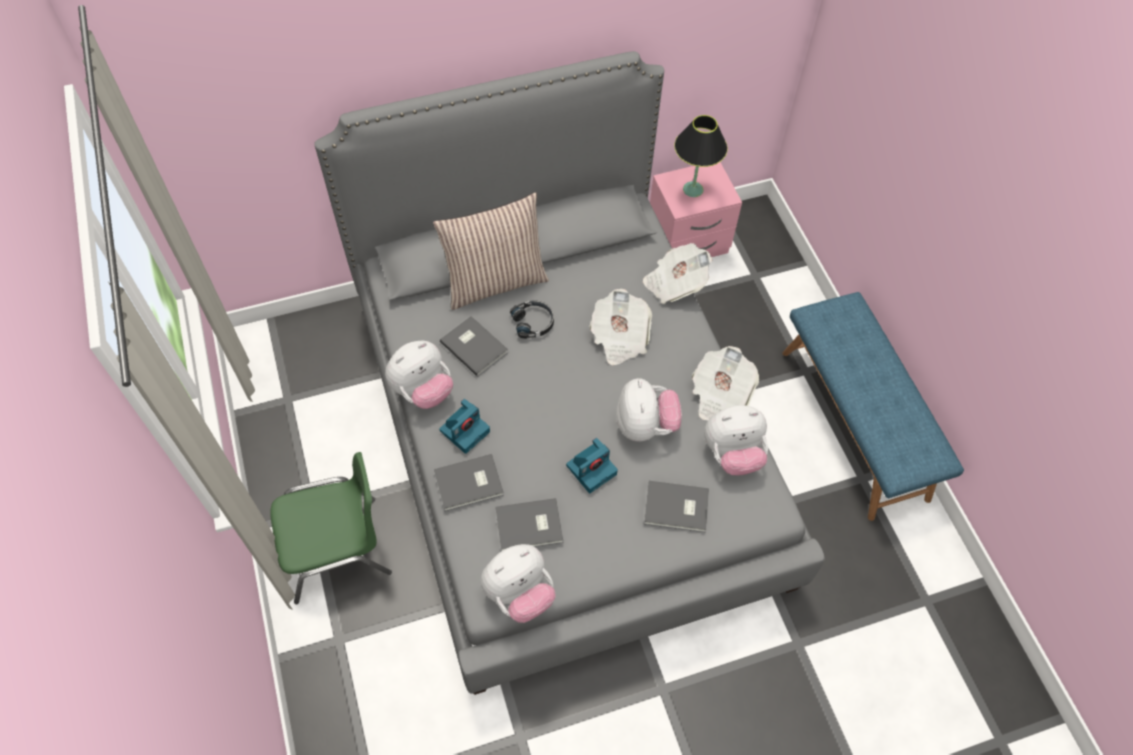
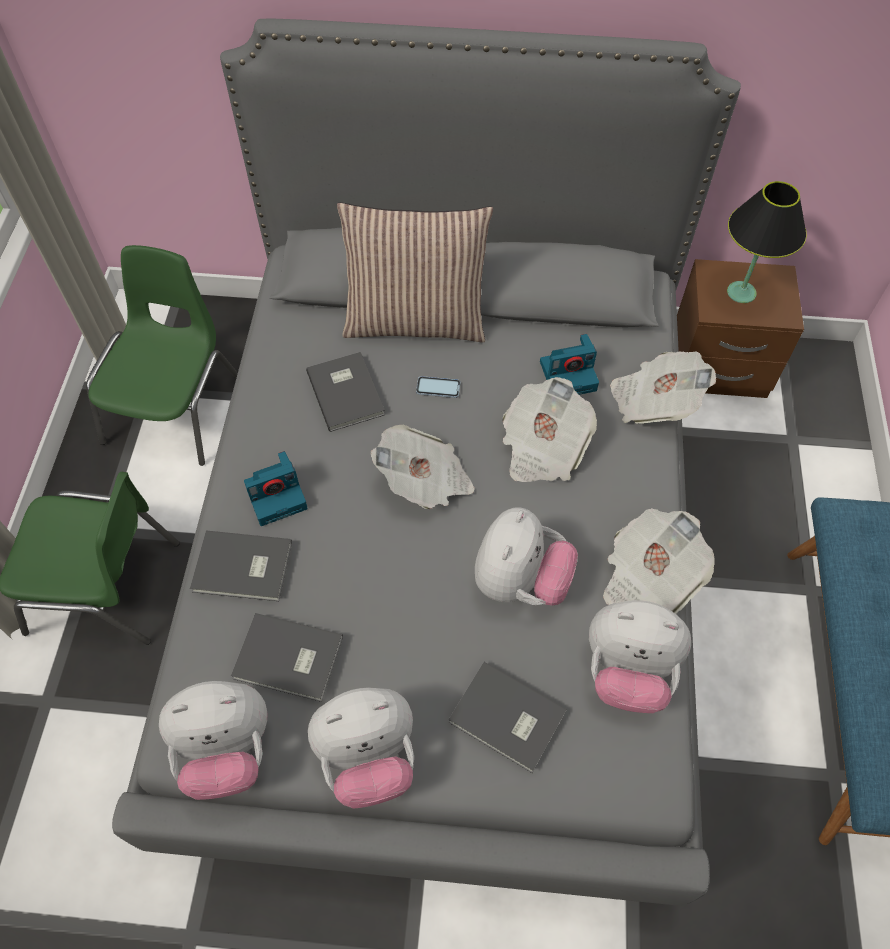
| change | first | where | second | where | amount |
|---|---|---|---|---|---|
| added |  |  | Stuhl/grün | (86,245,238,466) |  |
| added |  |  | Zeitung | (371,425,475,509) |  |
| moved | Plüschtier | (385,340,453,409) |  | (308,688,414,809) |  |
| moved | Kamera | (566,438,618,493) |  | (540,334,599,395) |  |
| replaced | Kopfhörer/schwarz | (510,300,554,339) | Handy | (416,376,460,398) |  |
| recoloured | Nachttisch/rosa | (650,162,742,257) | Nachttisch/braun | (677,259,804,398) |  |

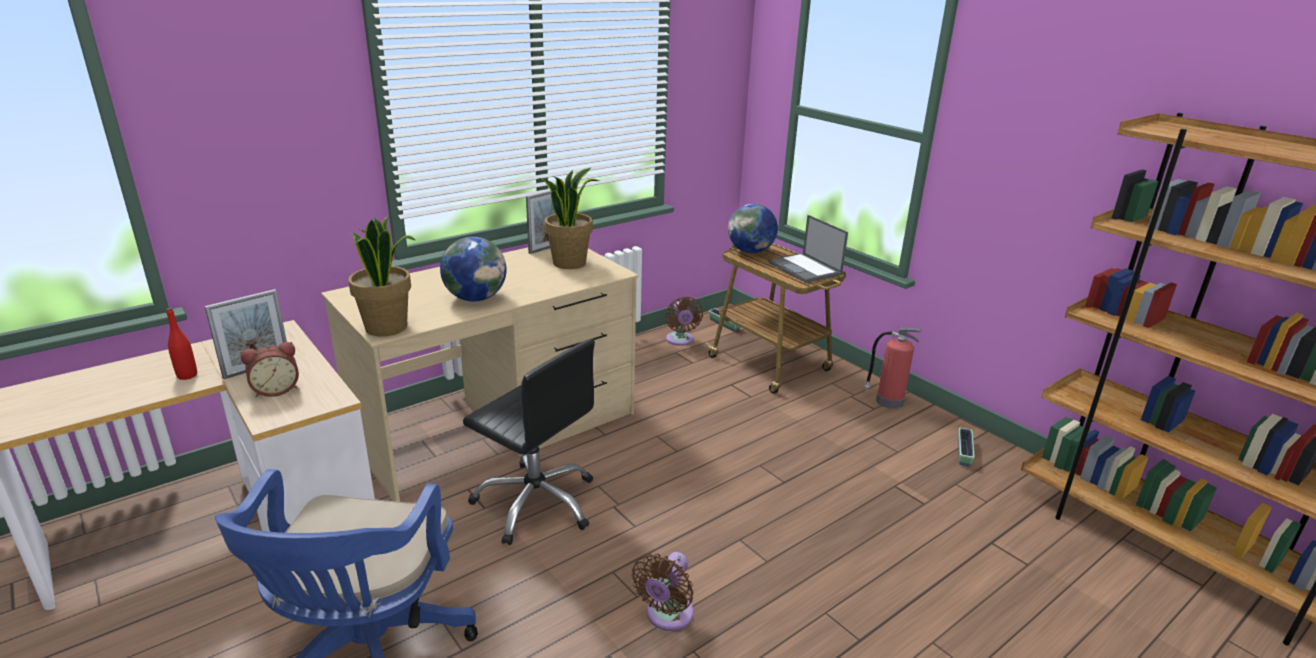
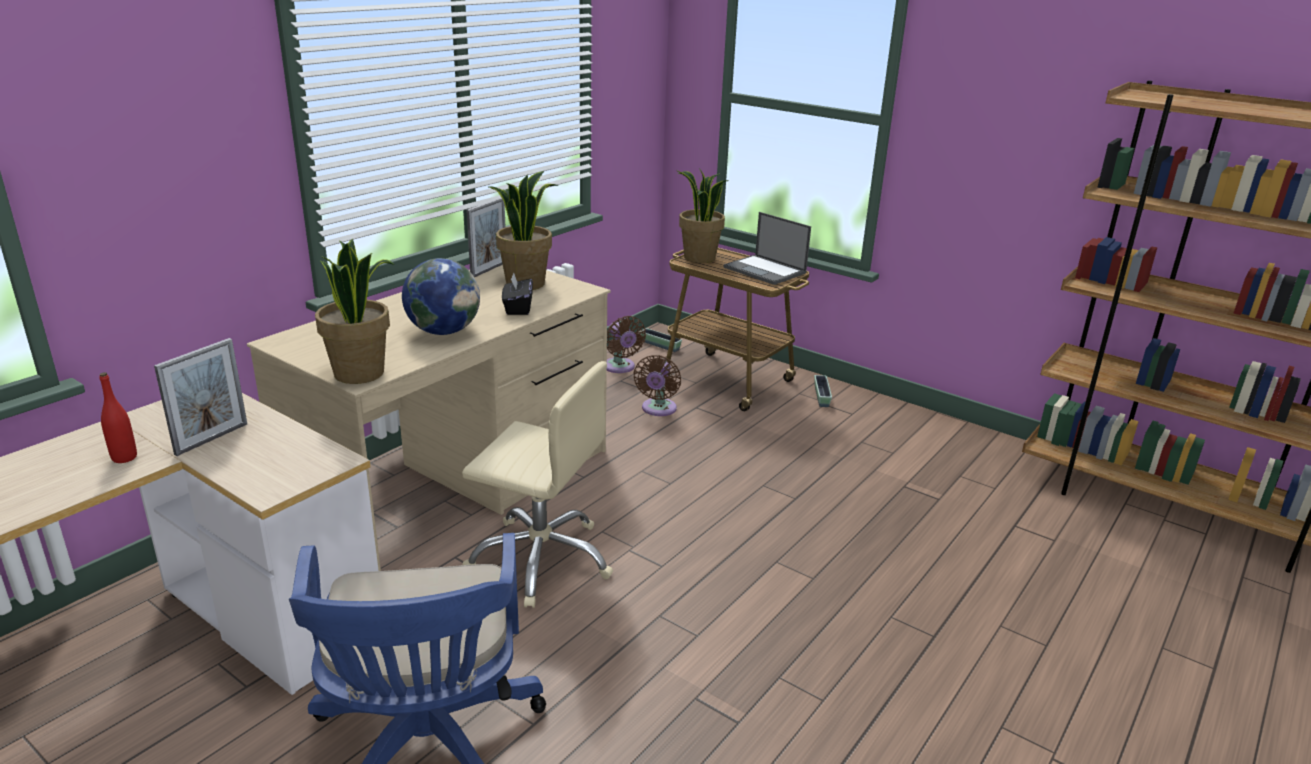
| change | first | where | second | where | amount |
|---|---|---|---|---|---|
| removed | Wecker | (241,342,299,397) |  |  |  |
| removed | Feuerlöscher | (864,328,922,409) |  |  |  |
| added |  |  | Taschentuchbox/schwarz | (502,272,533,315) |  |
| moved | Ventilator/braun | (632,552,694,631) |  | (634,355,681,416) |  |
| moved | Pflanzkübel | (958,428,974,467) |  | (814,375,832,407) |  |
| replaced | Globus | (728,204,778,253) | Topfpflanze | (676,168,729,263) |  |
| recoloured | Bürostuhl/schwarz | (463,339,595,545) | Bürostuhl/beige | (462,361,613,608) |  |

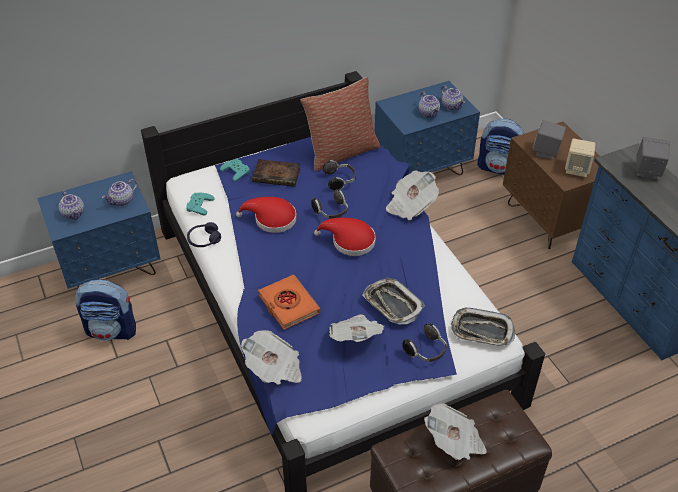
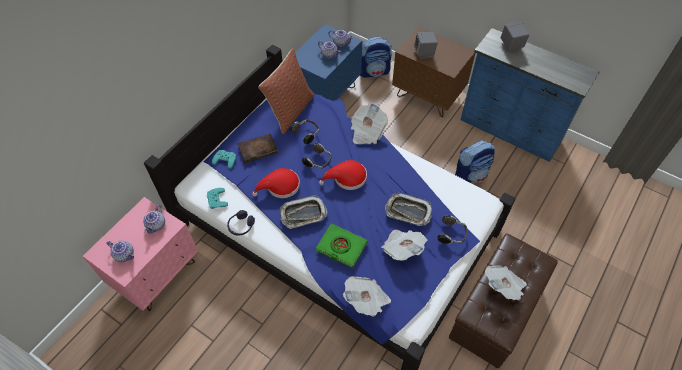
| change | first | where | second | where | amount |
|---|---|---|---|---|---|
| removed | Lautsprecher/beige | (565,138,595,177) |  |  |  |
| moved | Rucksack | (75,279,136,341) |  | (455,140,495,183) |  |
| moved | Tablett | (451,308,515,347) |  | (280,195,328,229) |  |
| recoloured | Nachttisch/blau | (37,171,160,289) | Nachttisch/rosa | (83,197,198,311) |  |
| recoloured | Buch/orange | (258,275,320,330) | Buch/grün | (316,223,367,268) |  |

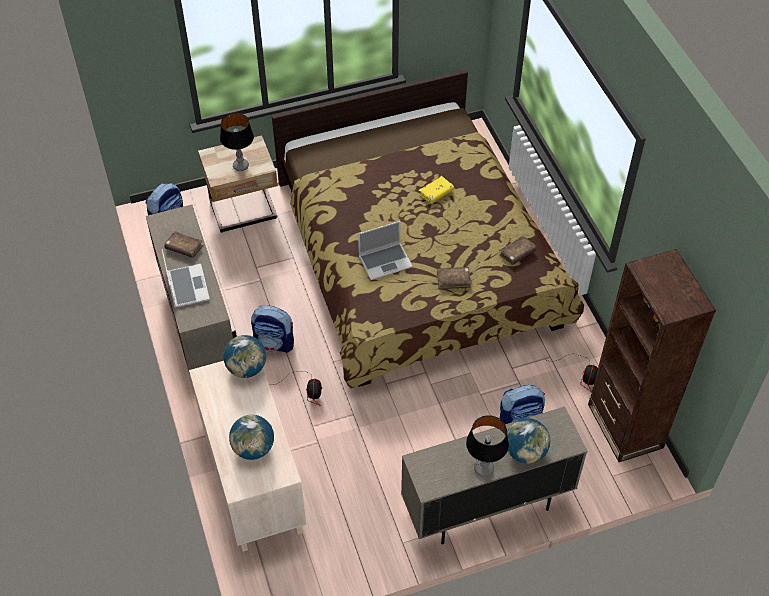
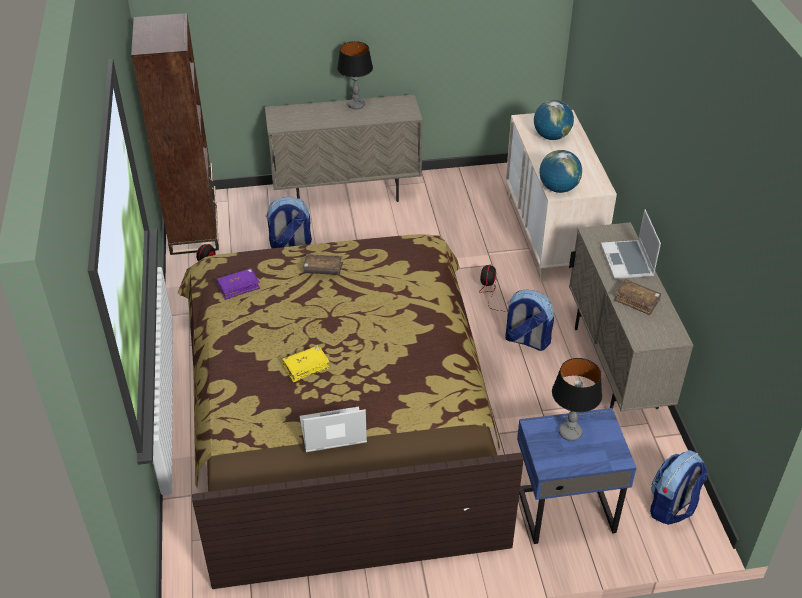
| change | first | where | second | where | amount |
|---|---|---|---|---|---|
| removed | Globus | (507,418,550,464) |  |  |  |
| moved | Laptop | (358,221,413,280) |  | (300,407,367,452) |  |
| recoloured | Nachttisch/beige | (198,135,278,233) | Nachttisch/blau | (517,408,637,544) |  |
| recoloured | Buch/braun | (499,235,536,265) | Buch/lila | (217,268,260,300) |  |

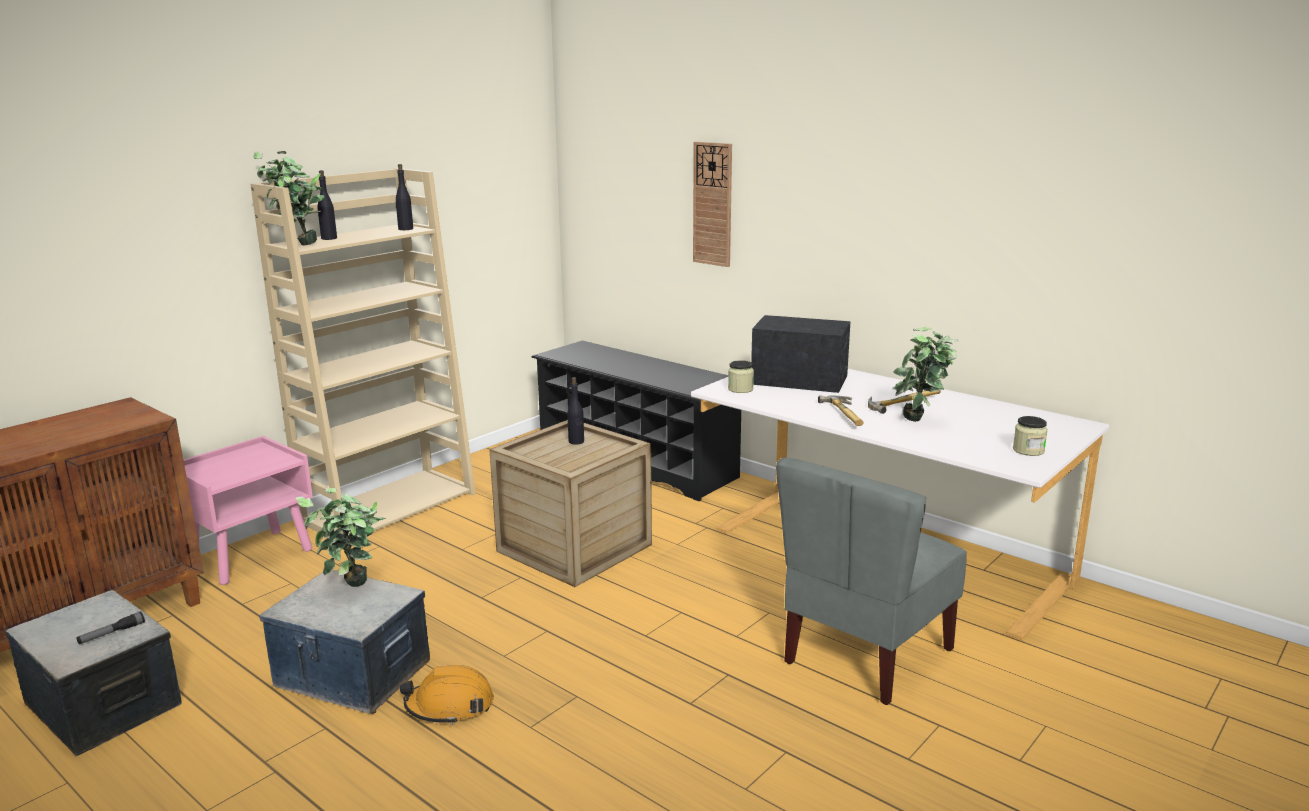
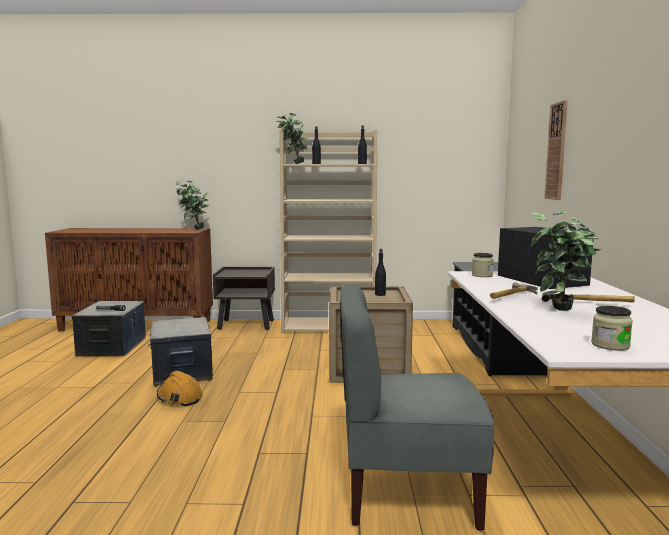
| change | first | where | second | where | amount |
|---|---|---|---|---|---|
| moved | Topfpflanze | (296,488,386,587) |  | (176,181,209,230) |  |
| recoloured | Nachttisch/rosa | (184,436,313,585) | Nachttisch/braun | (213,267,275,330) |  |

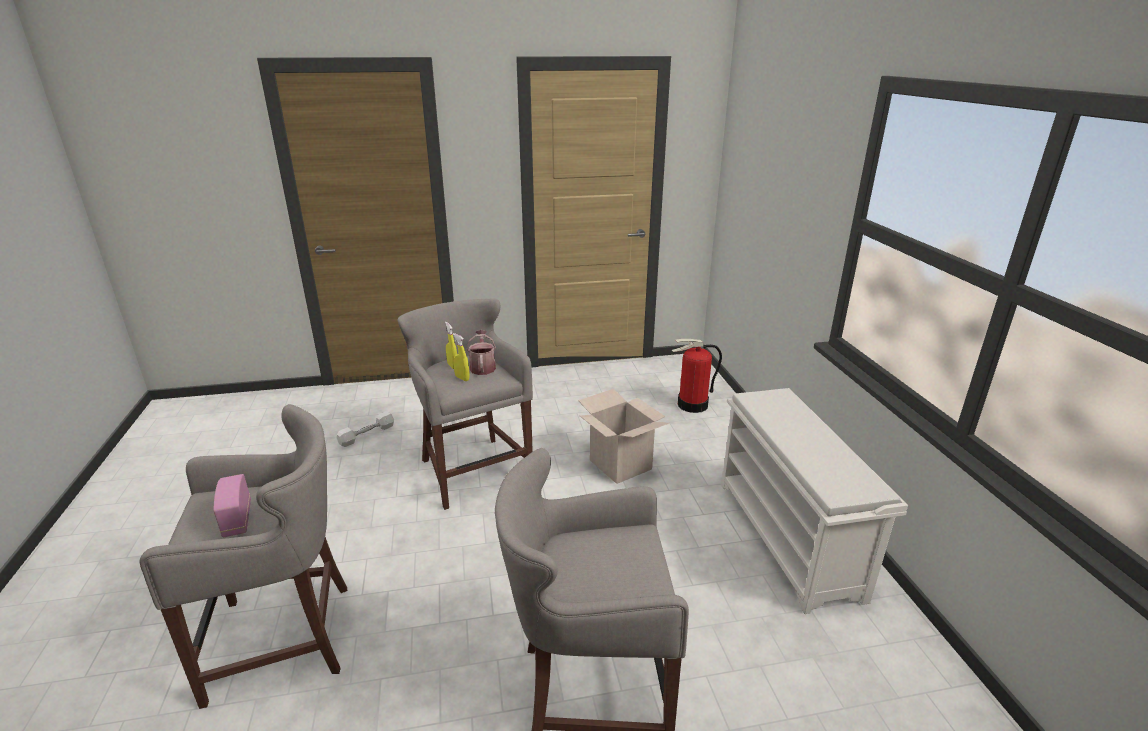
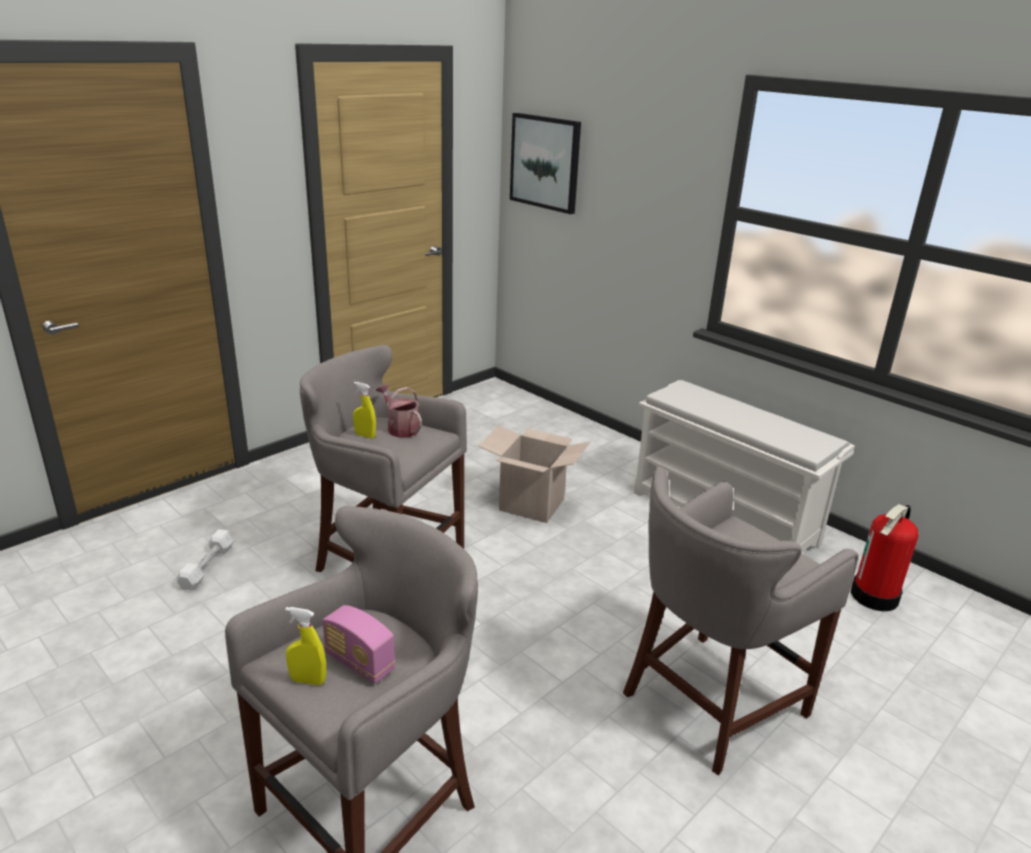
| change | first | where | second | where | amount |
|---|---|---|---|---|---|
| added |  |  | Bild | (510,113,581,214) |  |
| moved | Sprühflasche/gelb | (453,333,470,381) |  | (285,607,326,685) |  |
| moved | Feuerlöscher | (672,339,722,413) |  | (851,504,919,611) |  |

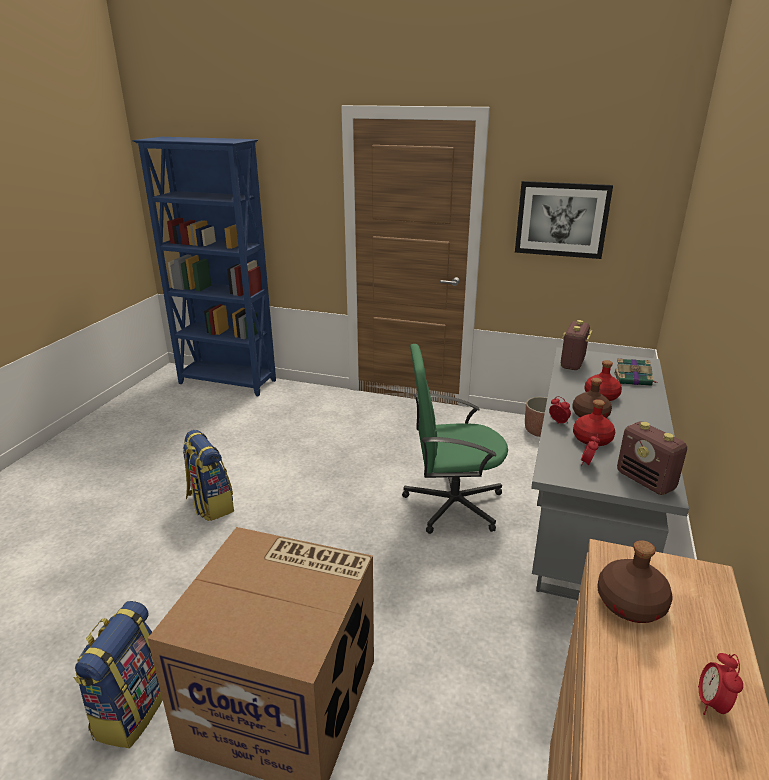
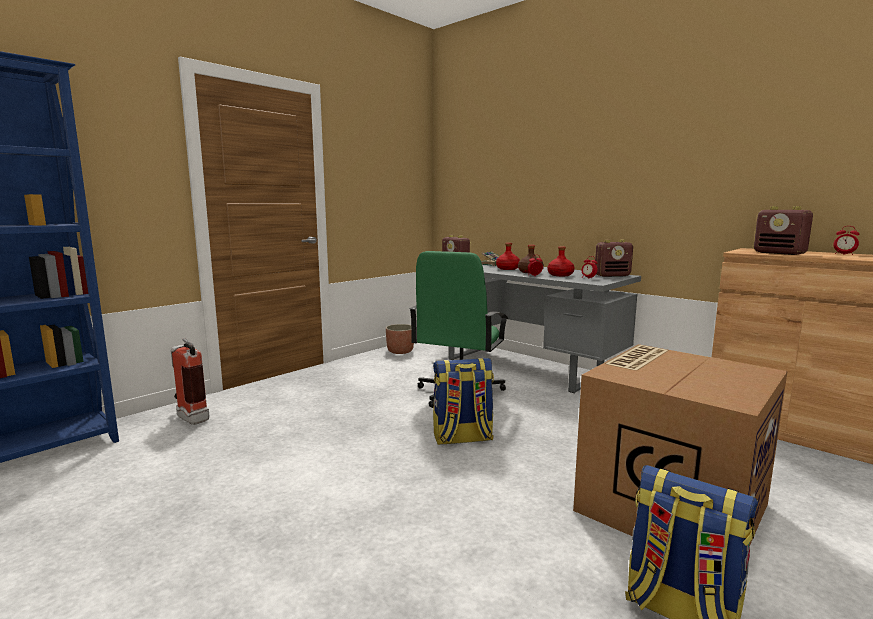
| change | first | where | second | where | amount |
|---|---|---|---|---|---|
| removed | Bild | (515,181,613,259) |  |  |  |
| added |  |  | Feuerlöscher | (171,338,210,425) |  |
| moved | Rucksack | (183,430,234,521) |  | (433,358,494,445) |  |
| replaced | Flasche/braun | (597,540,673,623) | Radio | (754,206,813,255) |  |

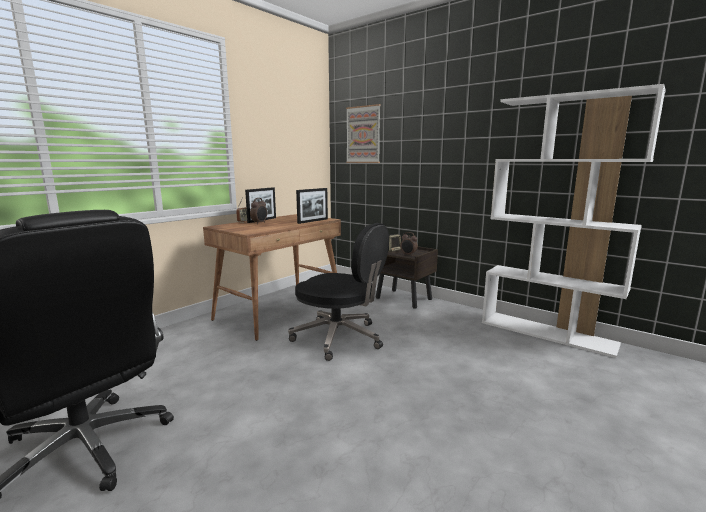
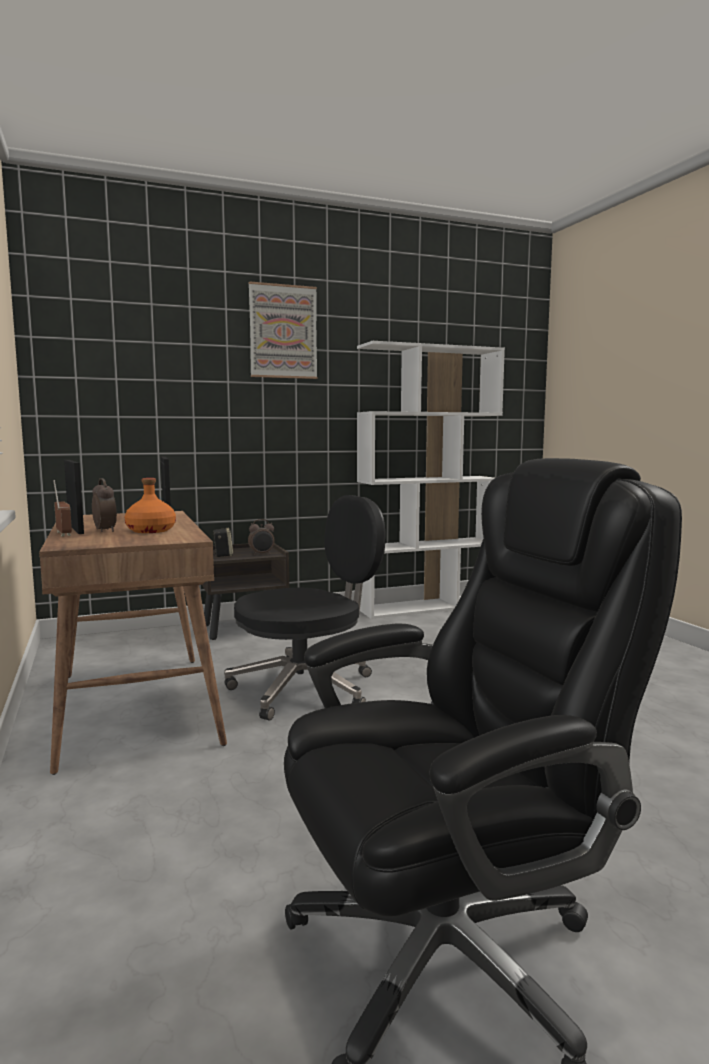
| change | first | where | second | where | amount |
|---|---|---|---|---|---|
| added |  |  | Flasche/orange | (125,478,176,533) |  |
| moved | Bild | (346,104,381,163) |  | (249,281,318,379) |  |

